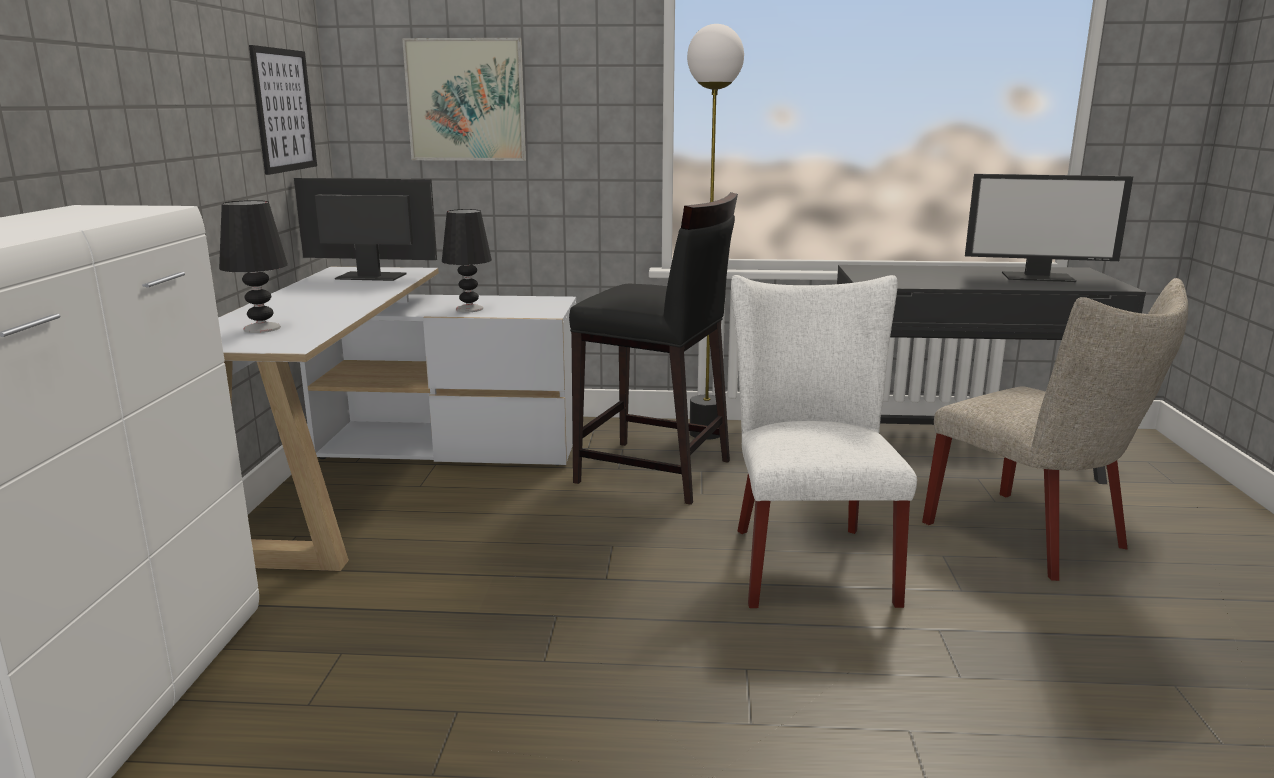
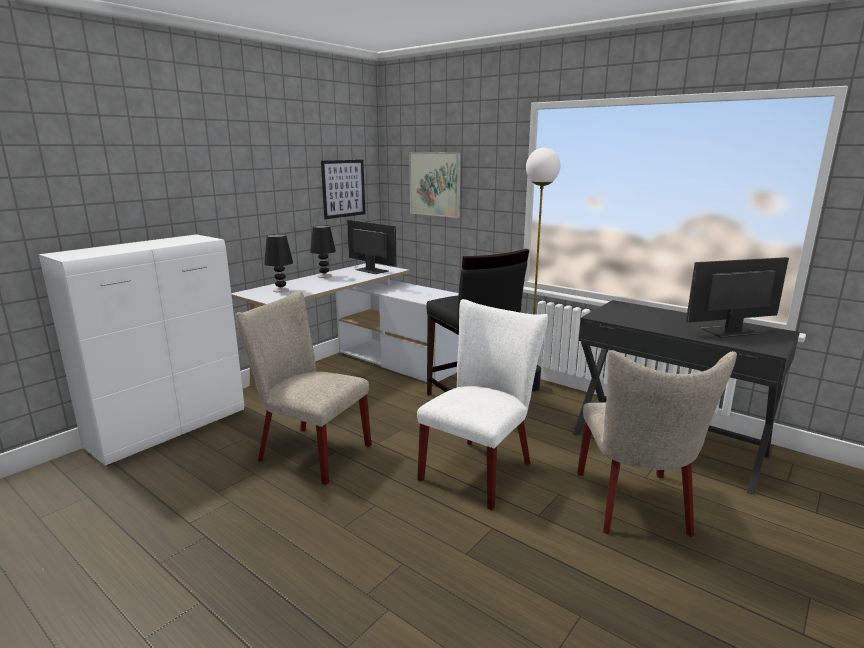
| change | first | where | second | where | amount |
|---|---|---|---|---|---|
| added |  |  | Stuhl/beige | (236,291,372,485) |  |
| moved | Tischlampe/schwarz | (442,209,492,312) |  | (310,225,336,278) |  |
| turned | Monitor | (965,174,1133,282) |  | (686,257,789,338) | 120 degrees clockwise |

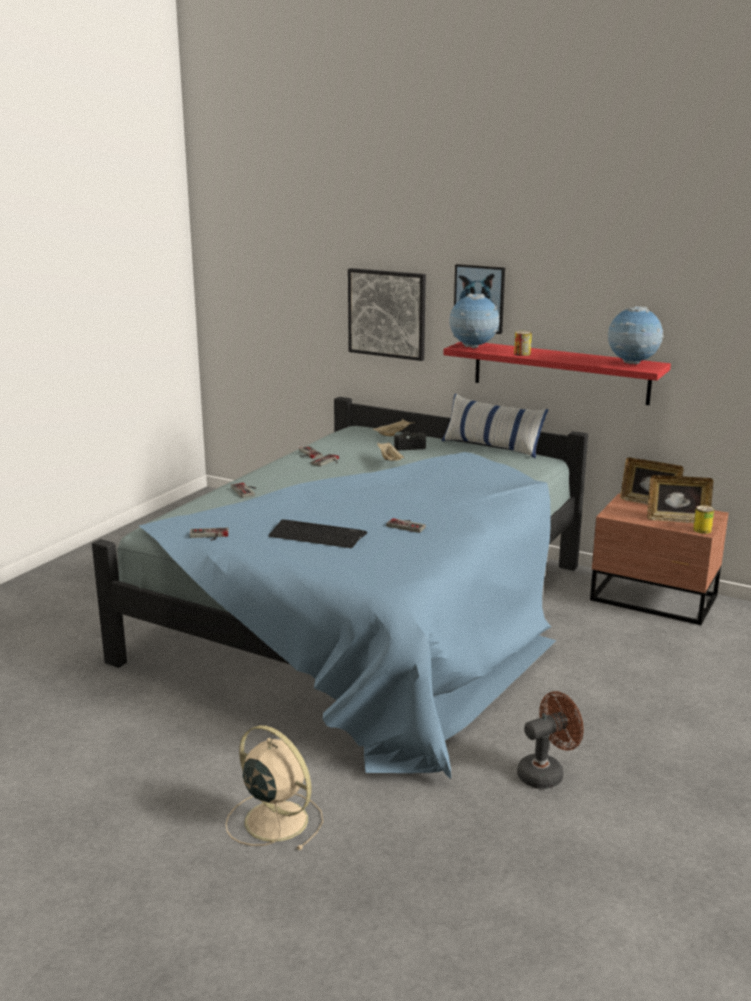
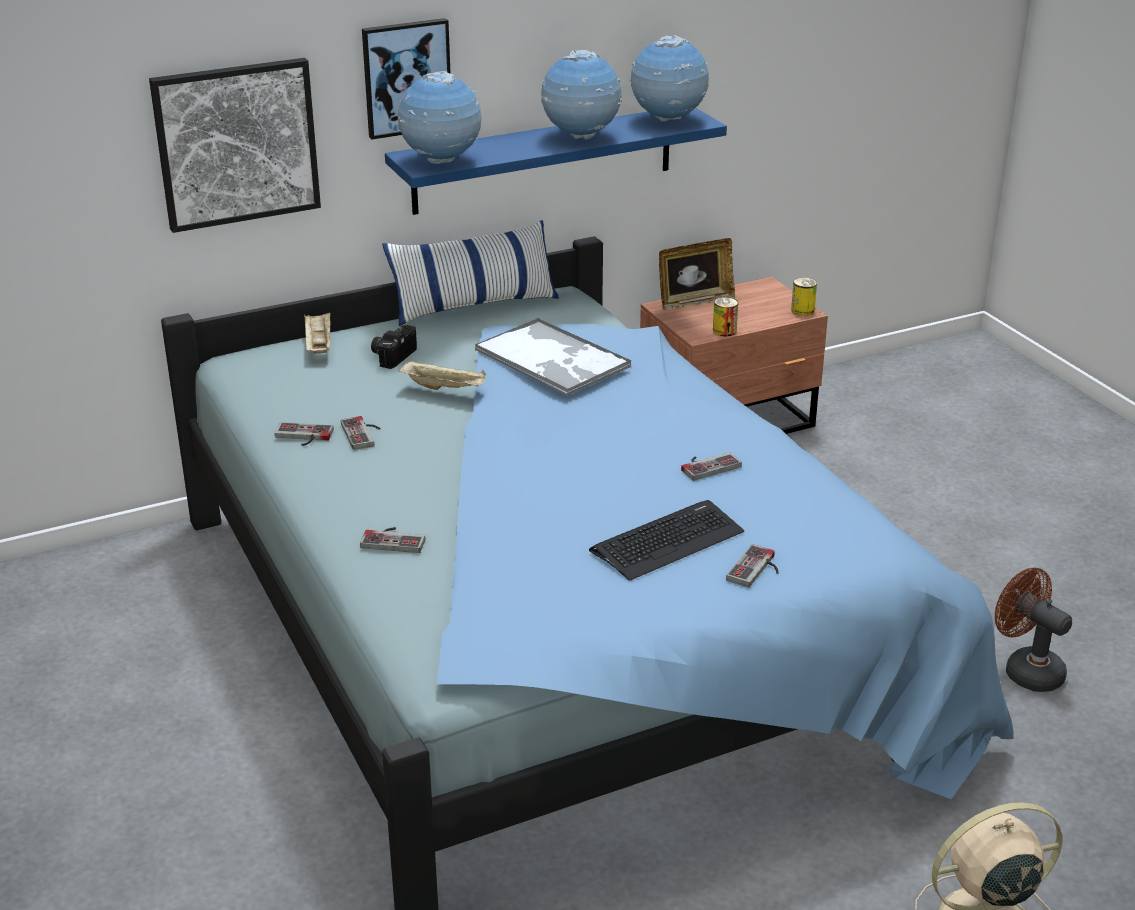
| change | first | where | second | where | amount |
|---|---|---|---|---|---|
| removed | Bilderrahmen | (647,475,713,524) |  |  |  |
| added |  |  | Tablett | (475,318,631,396) |  |
| added |  |  | Globus | (541,50,622,140) |  |
| moved | Gamepad | (190,528,229,541) |  | (726,544,779,587) |  |
| moved | Dose | (514,331,532,356) |  | (713,297,738,336) |  |
| recoloured | Wandregal/rot | (443,342,671,405) | Wandregal/blau | (385,108,727,215) |  |
| turned | Ventilator/braun | (517,691,583,789) |  | (995,567,1072,692) | 45 degrees counterclockwise |

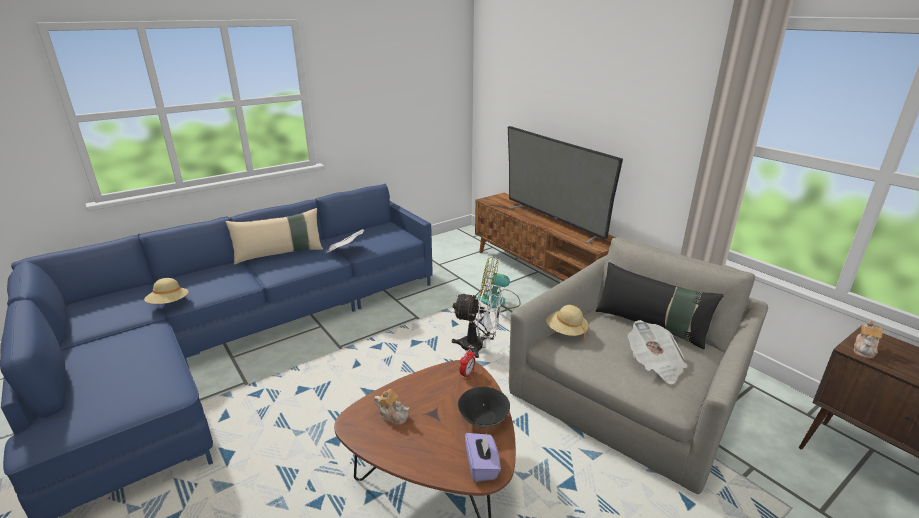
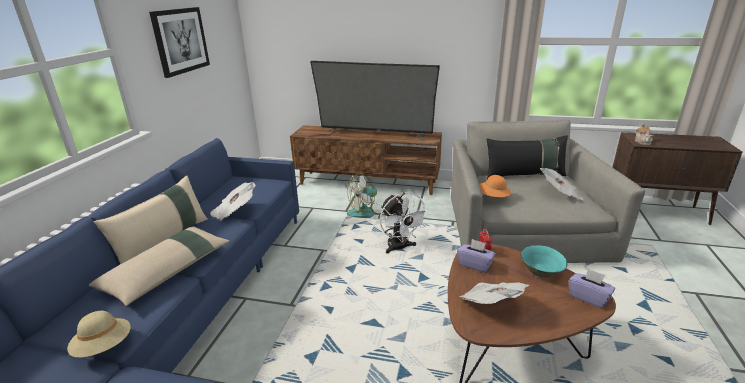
| change | first | where | second | where | amount |
|---|---|---|---|---|---|
| added |  |  | Kissen/beige | (89,226,230,306) |  |
| added |  |  | Bild | (149,7,210,78) |  |
| added |  |  | Taschentuchbox/lila | (457,239,496,273) |  |
| replaced | Teekanne | (374,389,409,425) | Zeitung | (460,282,529,304) |  |
| recoloured | Schüssel/schwarz | (458,387,510,428) | Schüssel/türkis | (521,245,567,278) |  |
| recoloured | Hut/beige | (546,305,589,340) | Hut/orange | (479,175,511,197) |  |
| turned | Ventilator/weiß | (452,283,503,358) |  | (380,192,430,253) | 90 degrees clockwise |

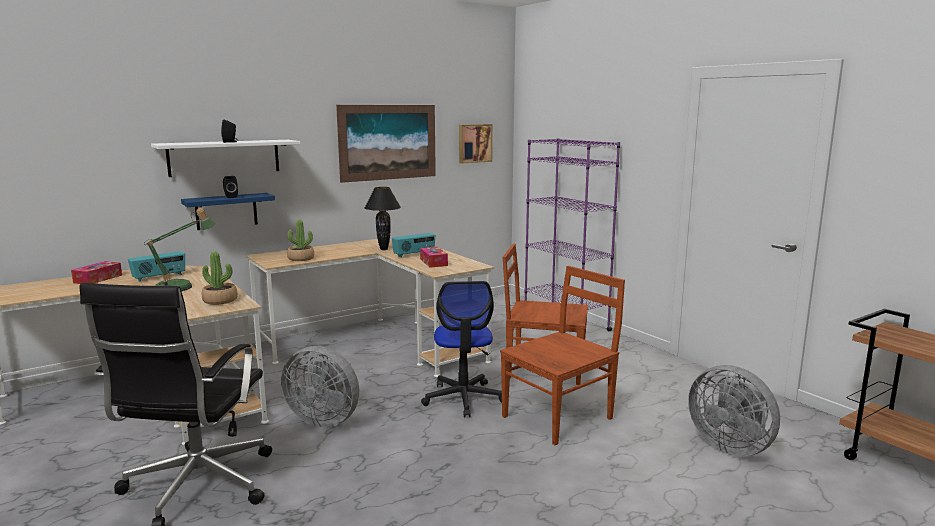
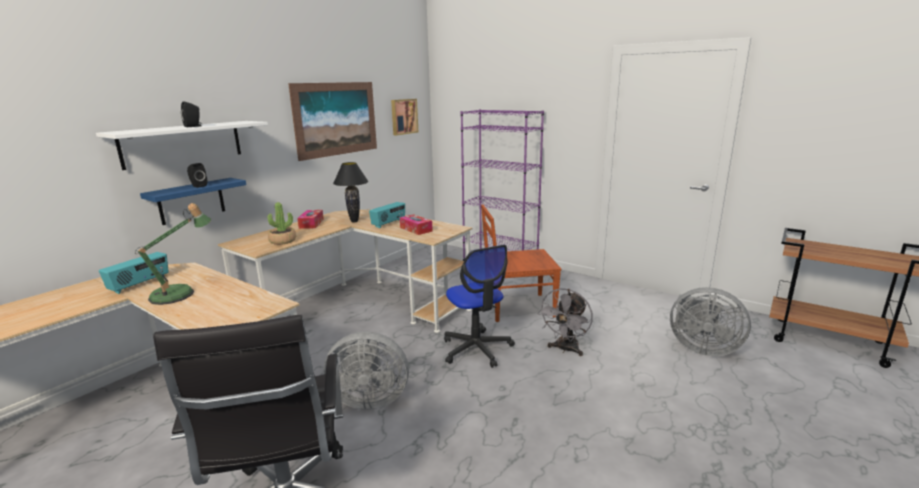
| change | first | where | second | where | amount |
|---|---|---|---|---|---|
| removed | Topfpflanze | (202,251,238,305) |  |  |  |
| moved | Taschentuchbox | (71,261,122,284) |  | (297,210,324,229) |  |
| replaced | Stuhl/braun | (500,266,625,445) | Ventilator/grau | (537,288,593,356) |  |

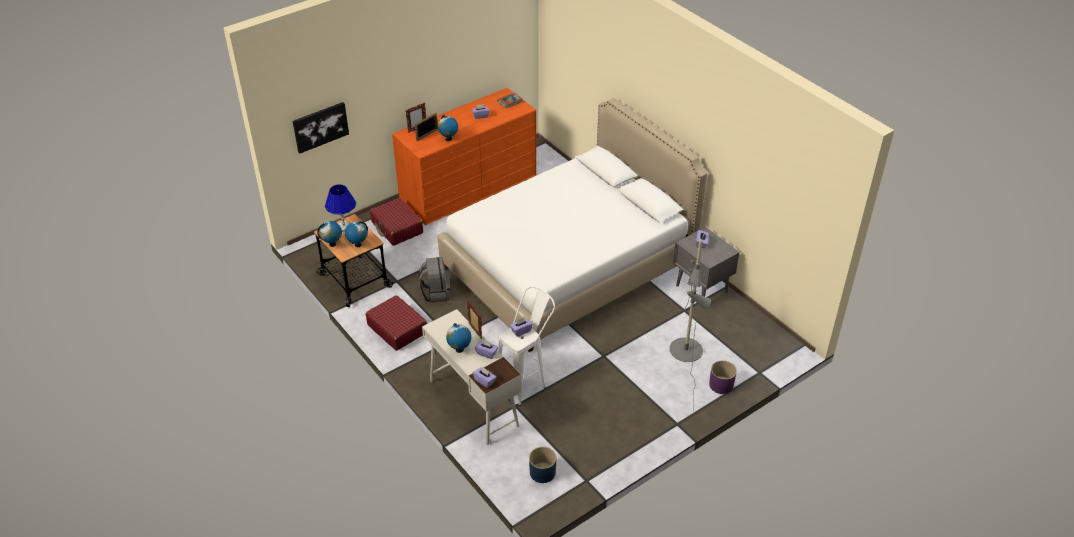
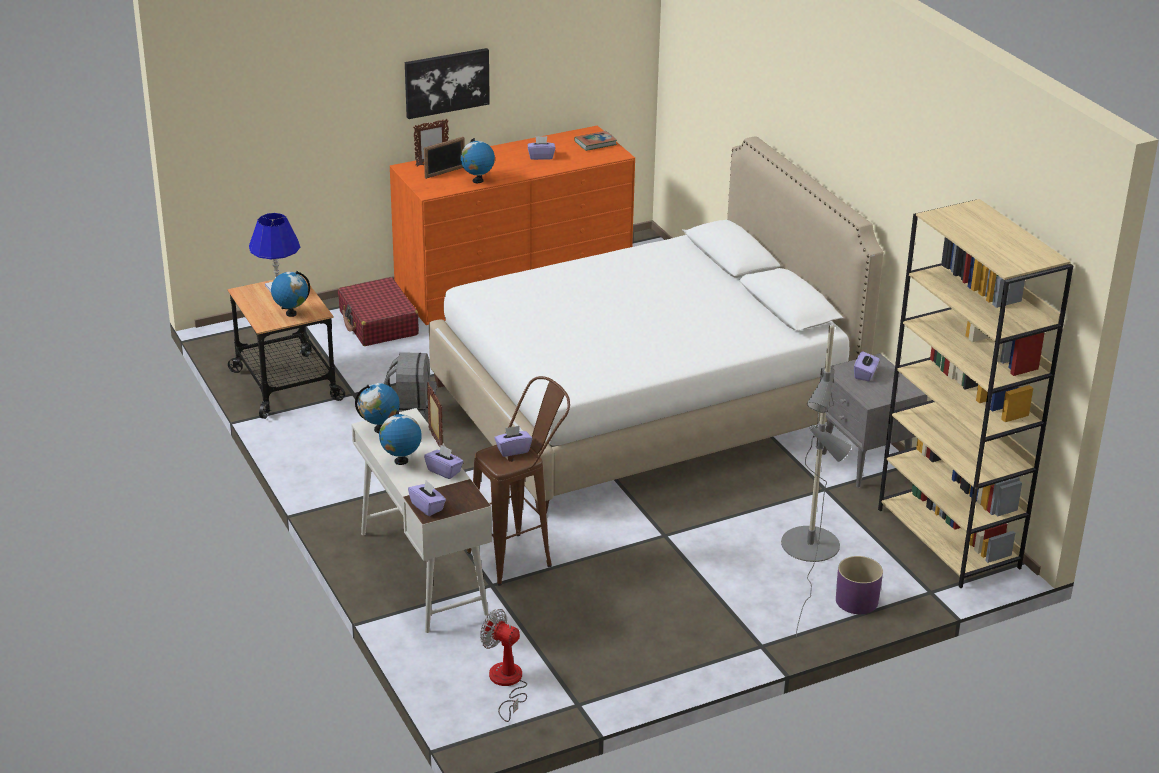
| change | first | where | second | where | amount |
|---|---|---|---|---|---|
| removed | Koffer/rot | (366,295,427,351) |  |  |  |
| added |  |  | Bücherregal/beige | (878,199,1073,588) |  |
| moved | Bild | (293,102,349,154) |  | (405,48,490,119) |  |
| moved | Globus | (317,221,342,247) |  | (355,383,400,433) |  |
| replaced | Pflanzkübel/blau | (529,447,556,483) | Ventilator | (480,609,527,722) |  |
| recoloured | Hocker/weiß | (498,286,555,406) | Hocker/braun | (467,376,570,586) |  |

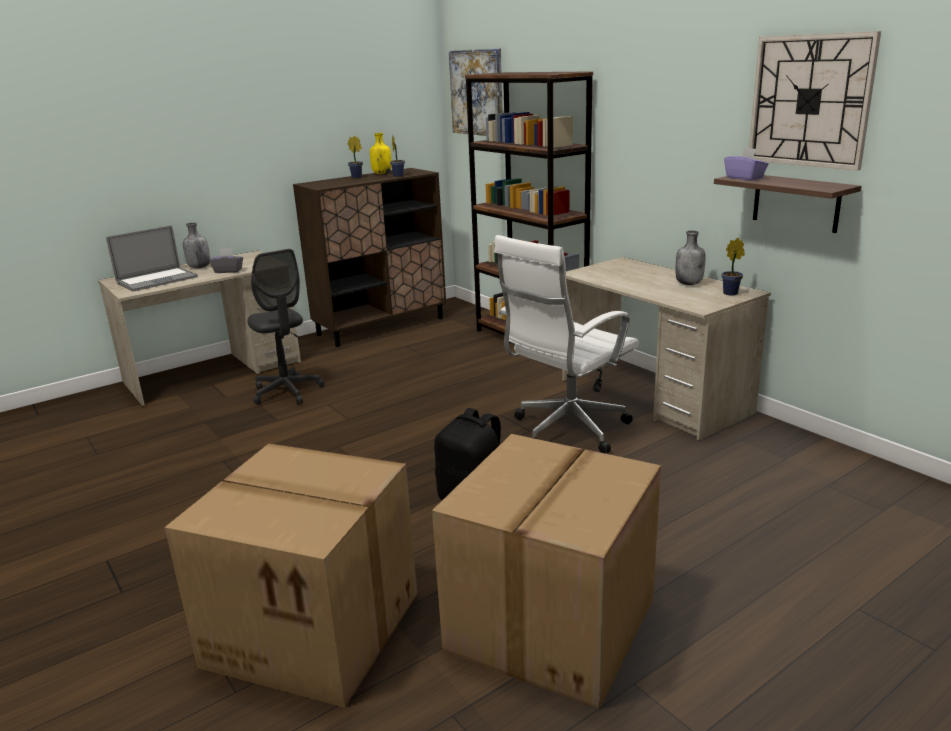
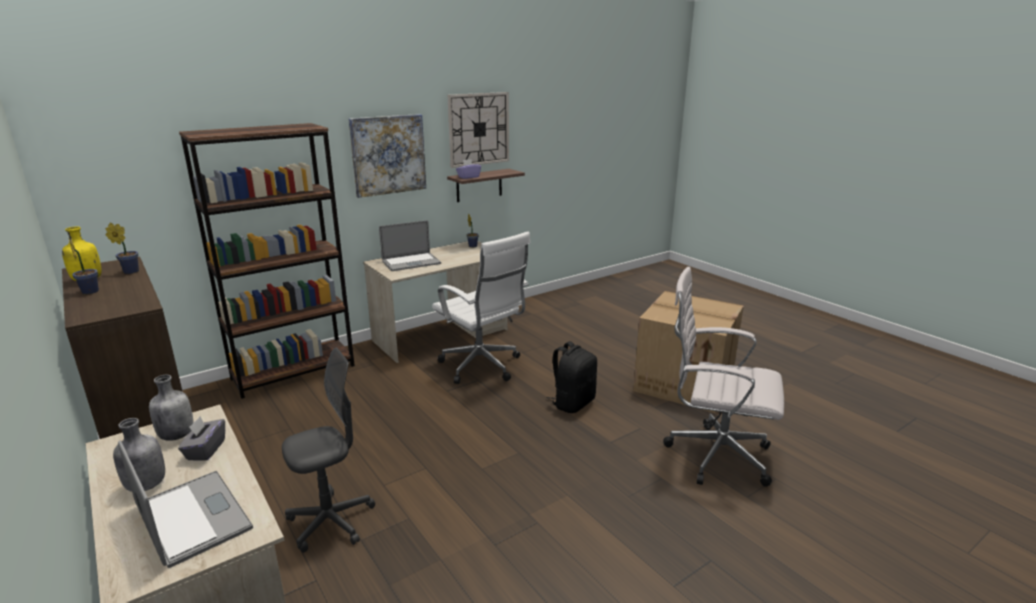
| change | first | where | second | where | amount |
|---|---|---|---|---|---|
| added |  |  | Laptop | (379,220,441,271) |  |
| moved | Bild | (449,48,503,136) |  | (349,114,426,198) |  |
| moved | Flasche/grau | (675,231,705,285) |  | (149,375,194,441) |  |
| replaced | Karton | (164,443,417,708) | Bürostuhl/weiß | (663,267,784,487) |  |

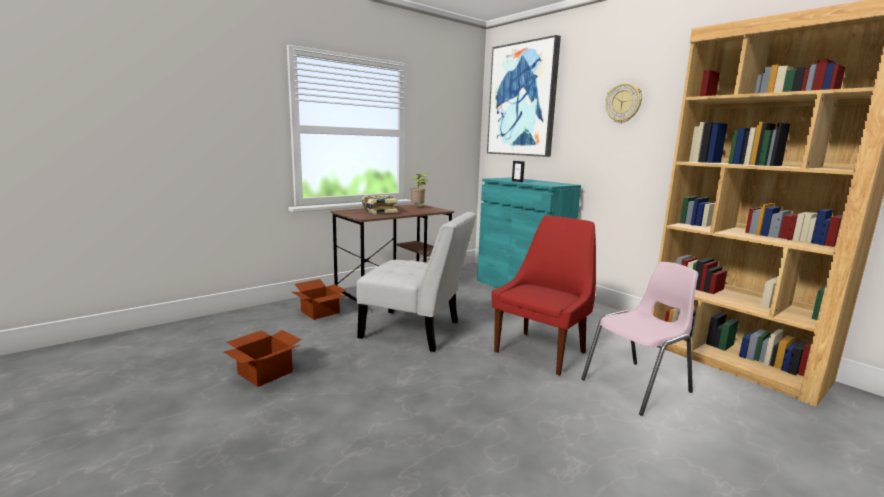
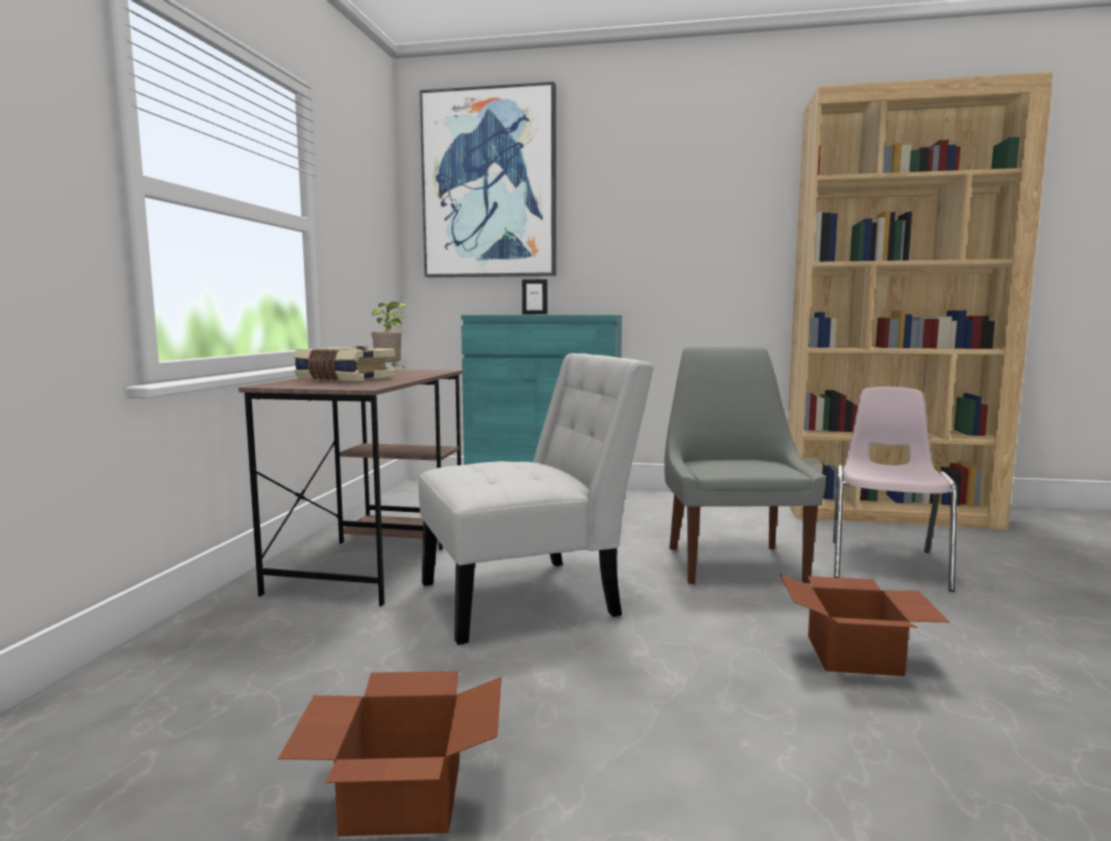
| change | first | where | second | where | amount |
|---|---|---|---|---|---|
| removed | Wanduhr | (606,83,642,123) |  |  |  |
| moved | Karton | (292,279,347,320) |  | (779,573,950,676) |  |
| recoloured | Stuhl/rot | (492,216,596,376) | Stuhl/grau | (664,347,826,585) |  |

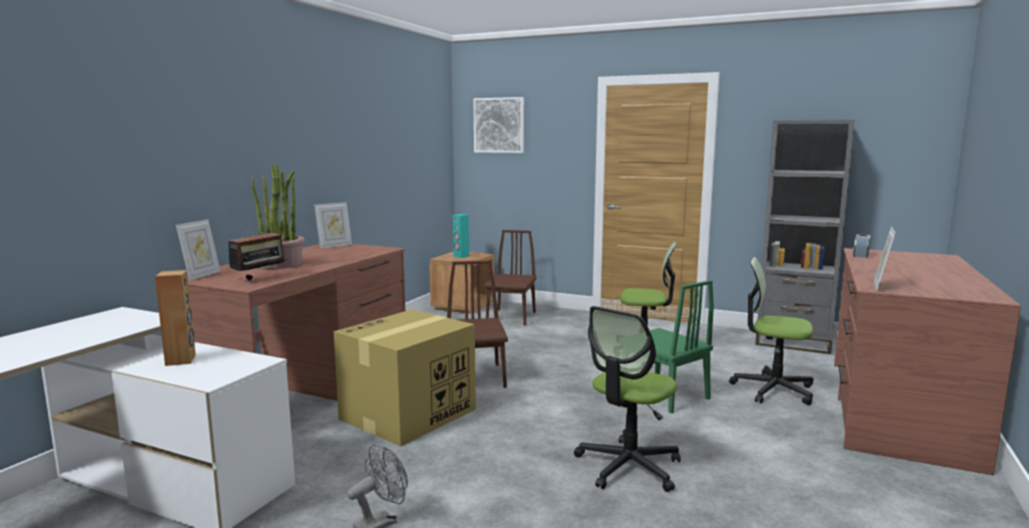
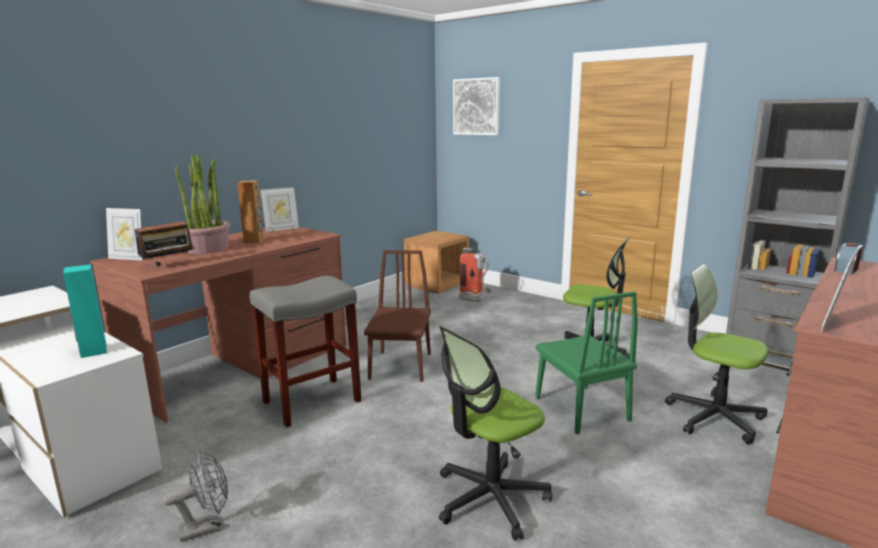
| change | first | where | second | where | amount |
|---|---|---|---|---|---|
| moved | Lautsprecher/braun | (155,270,196,366) |  | (237,180,264,243) |  |
| moved | Lautsprecher/türkis | (453,214,469,258) |  | (63,264,107,358) |  |
| replaced | Karton | (334,309,476,446) | Hocker/grau | (250,276,361,427) |  |
| replaced | Stuhl/braun | (484,230,536,325) | Feuerlöscher | (459,248,491,302) |  |
| turned | Bilderrahmen | (176,219,221,281) |  | (106,208,142,261) | 75 degrees clockwise |

